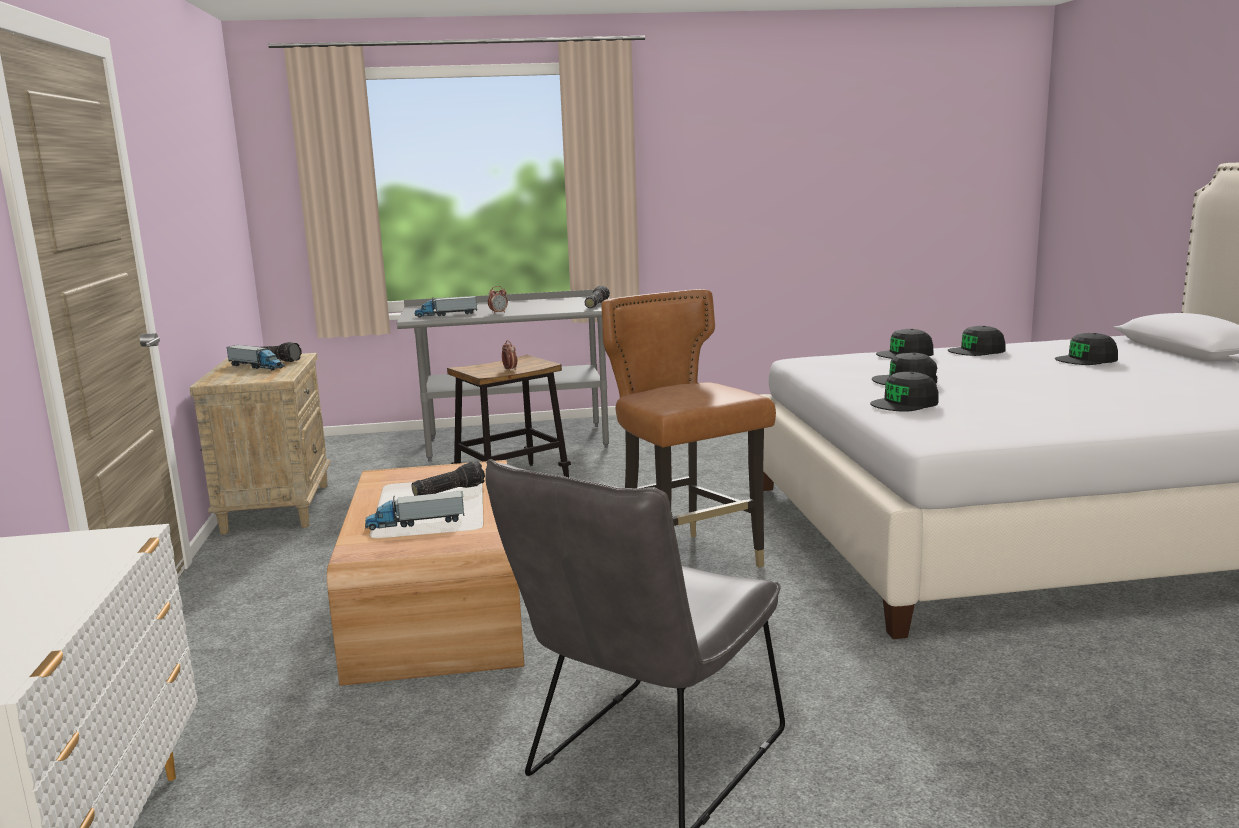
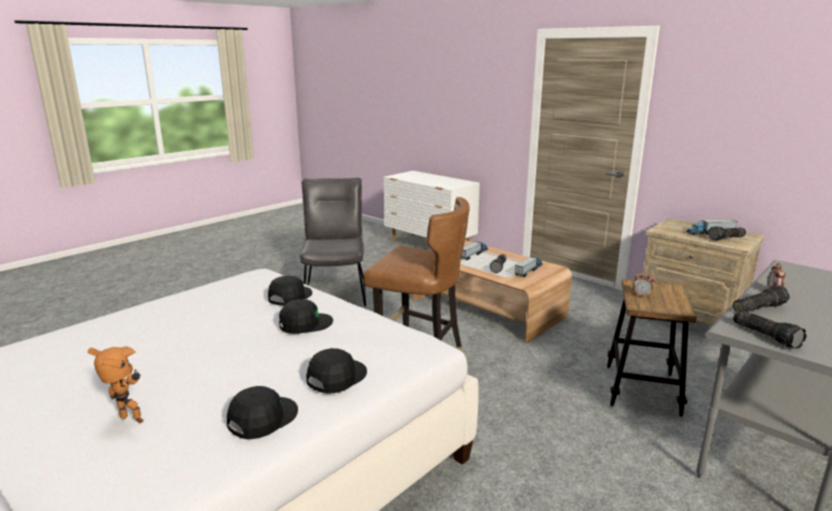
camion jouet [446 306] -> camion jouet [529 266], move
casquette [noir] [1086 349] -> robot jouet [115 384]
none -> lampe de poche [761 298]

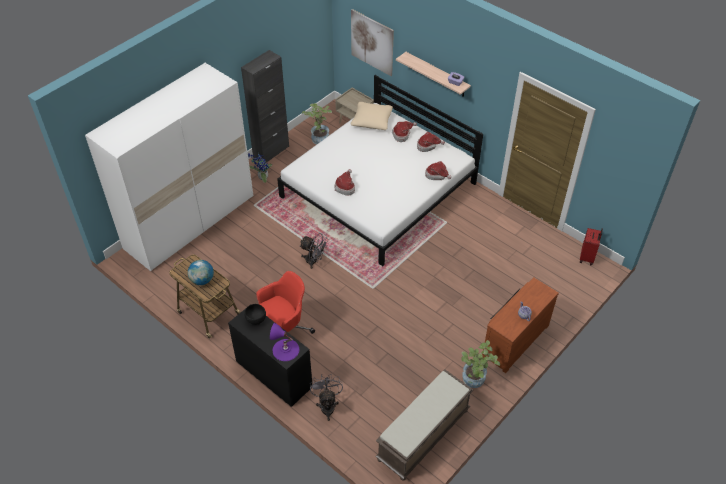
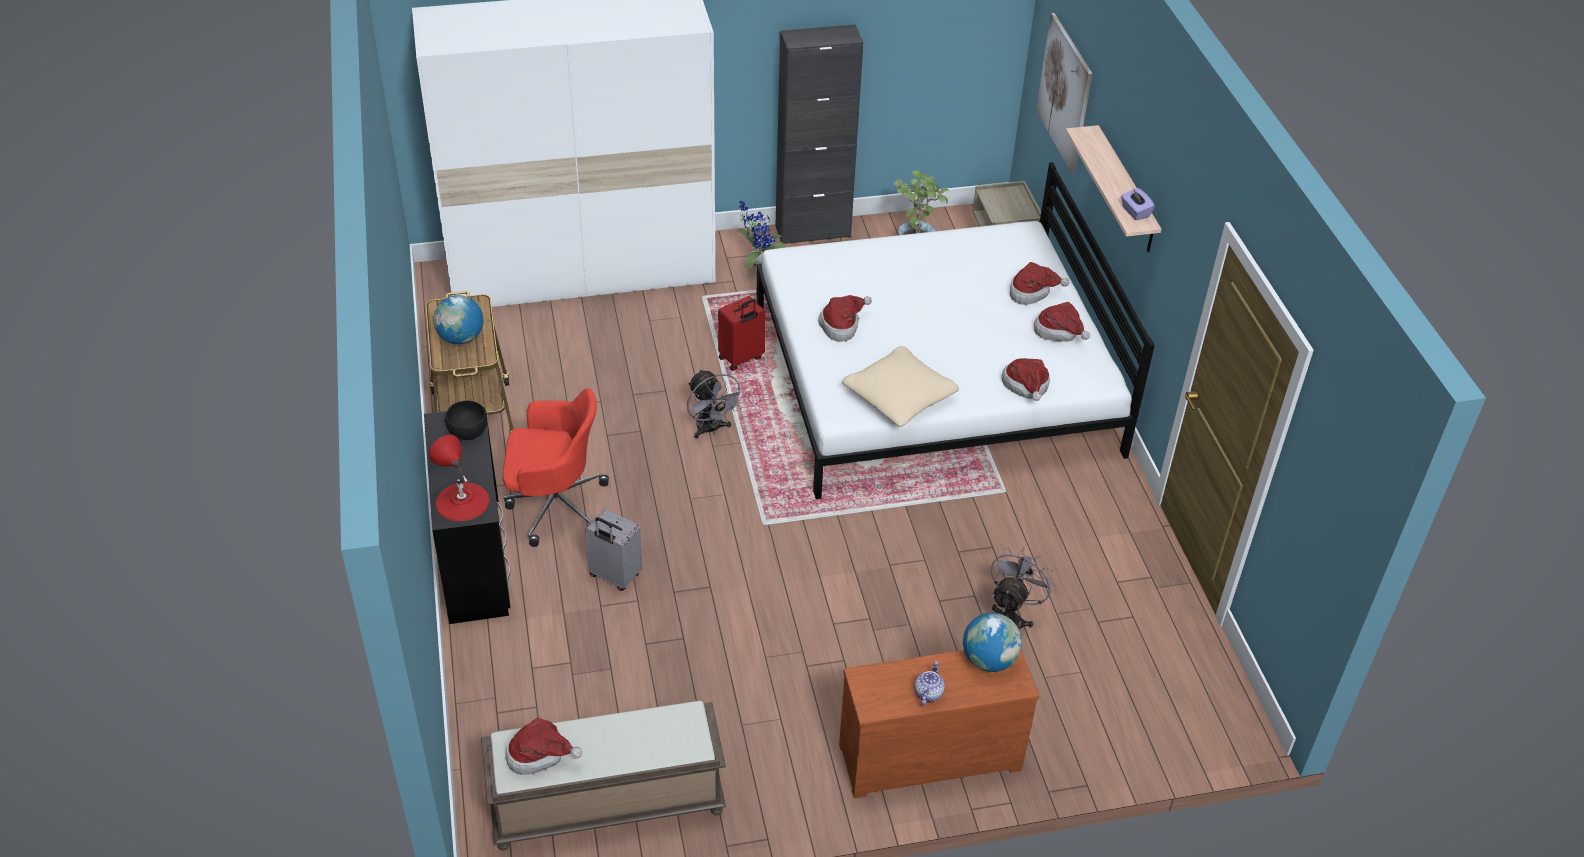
coussin [beige] [371 116] -> coussin [beige] [900 386], move
valise [rouge] [591 247] -> valise [rouge] [742 333], move
lampe de table [violet] [284 342] -> lampe de table [rouge] [459 478]
plante en pot [480 364] -> none
ventilateur [gris] [326 397] -> ventilateur [gris] [1023 588], move
none -> valise [gris] [614 550]
none -> globe [992 642]
none -> chapeau [544 746]

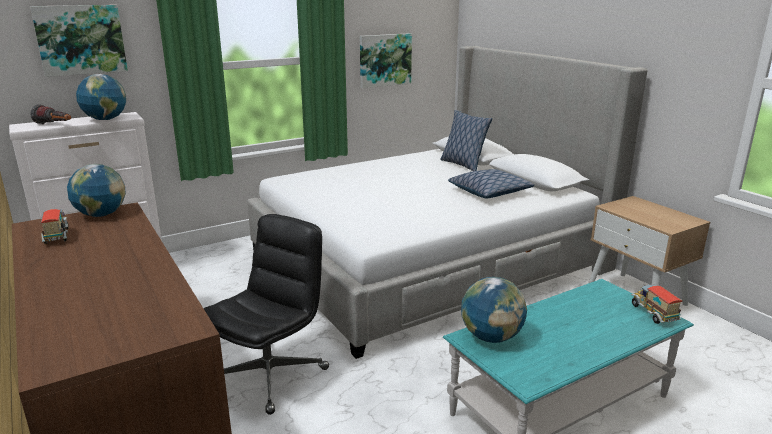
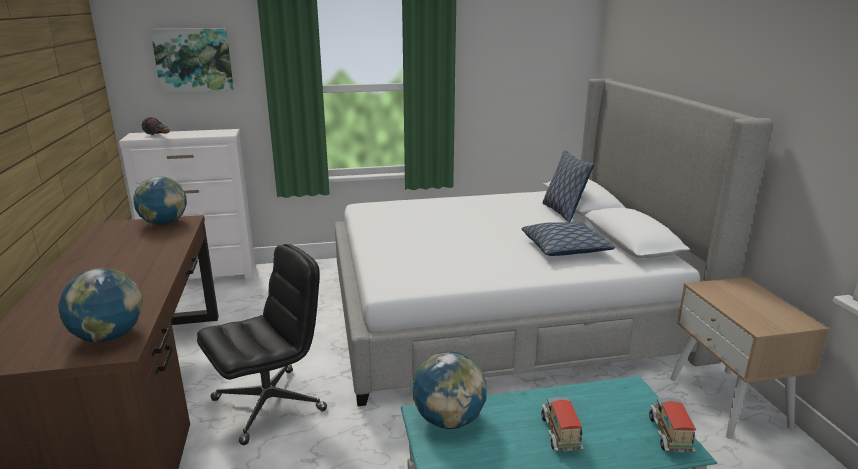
tableau [386 60] -> none
globe [101 97] -> globe [100 305], move
camion jouet [55 226] -> camion jouet [562 424], move

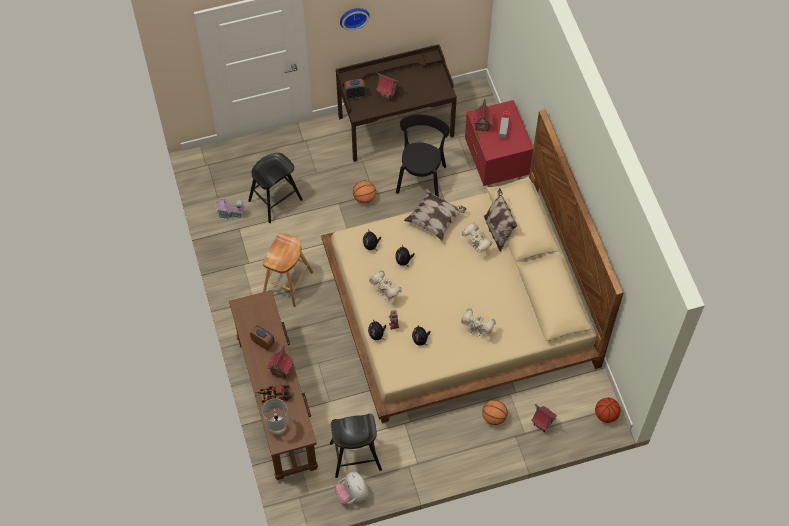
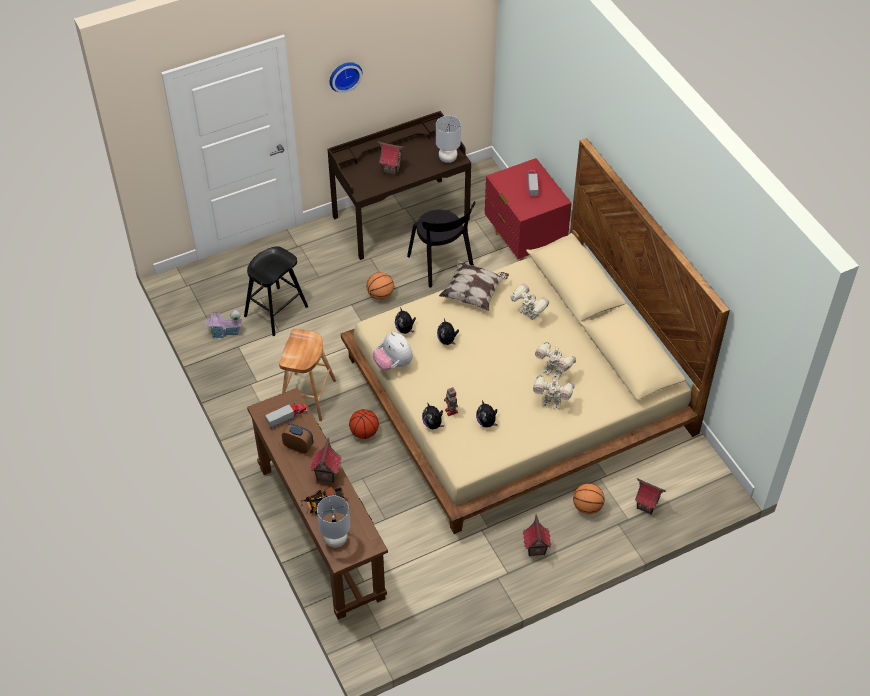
réveil [355 89] -> none
maison miniature [483 115] -> maison miniature [537 535], move
chaise [noir] [423 155] -> chaise [noir] [441 244], 150 degrees clockwise
coussin [500 220] -> none
robot jouet [385 286] -> robot jouet [555 360], move
ballon de basket [608 410] -> ballon de basket [364 424], move
tabouret [noir] [356 446] -> none
peluche [351 488] -> peluche [393 351], move
none -> lampe de table [gris] [448 139]
none -> camion jouet [286 415]

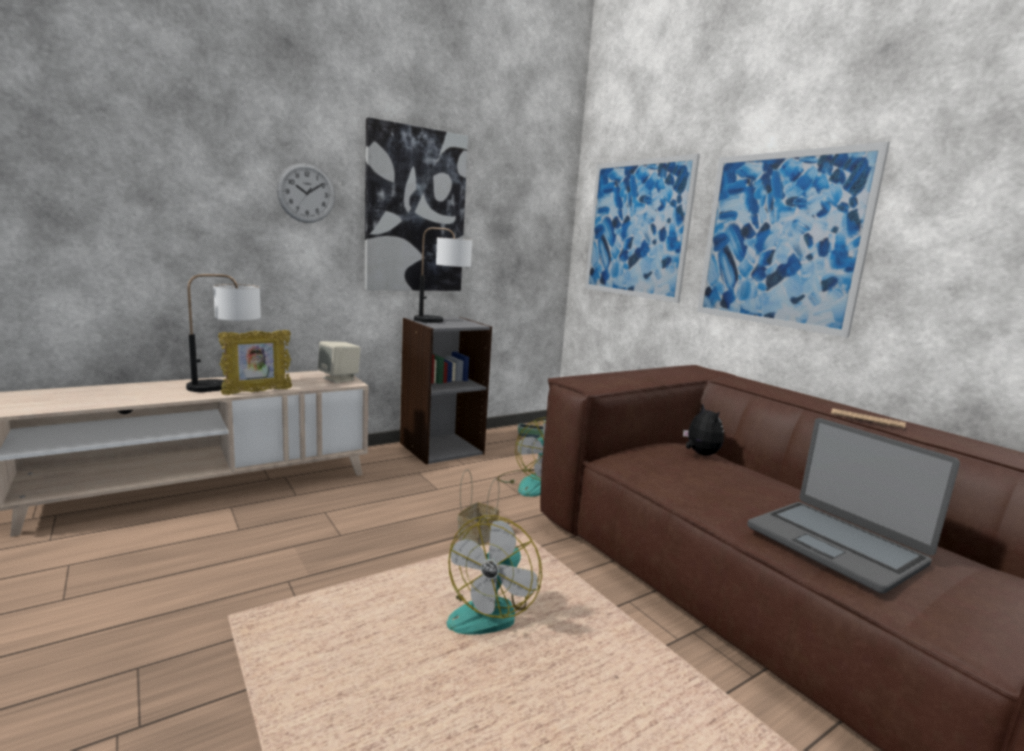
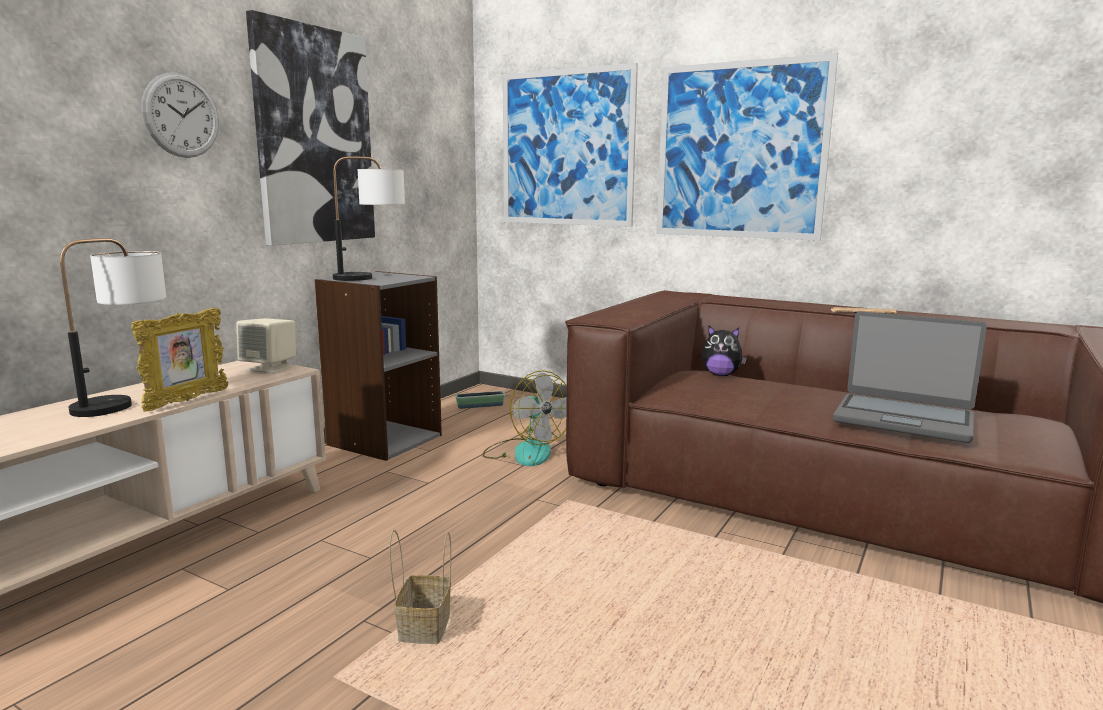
peluche [703 430] -> peluche [724 351], 150 degrees clockwise
panier [479 507] -> panier [420 587], move
ventilateur [494 575] -> none

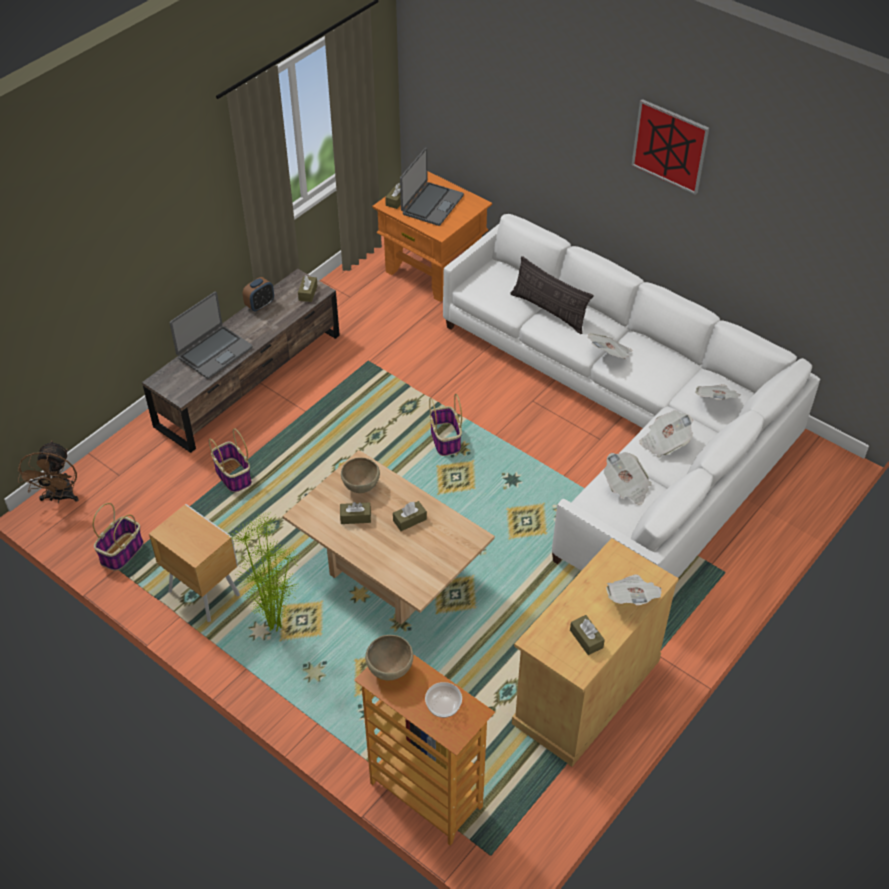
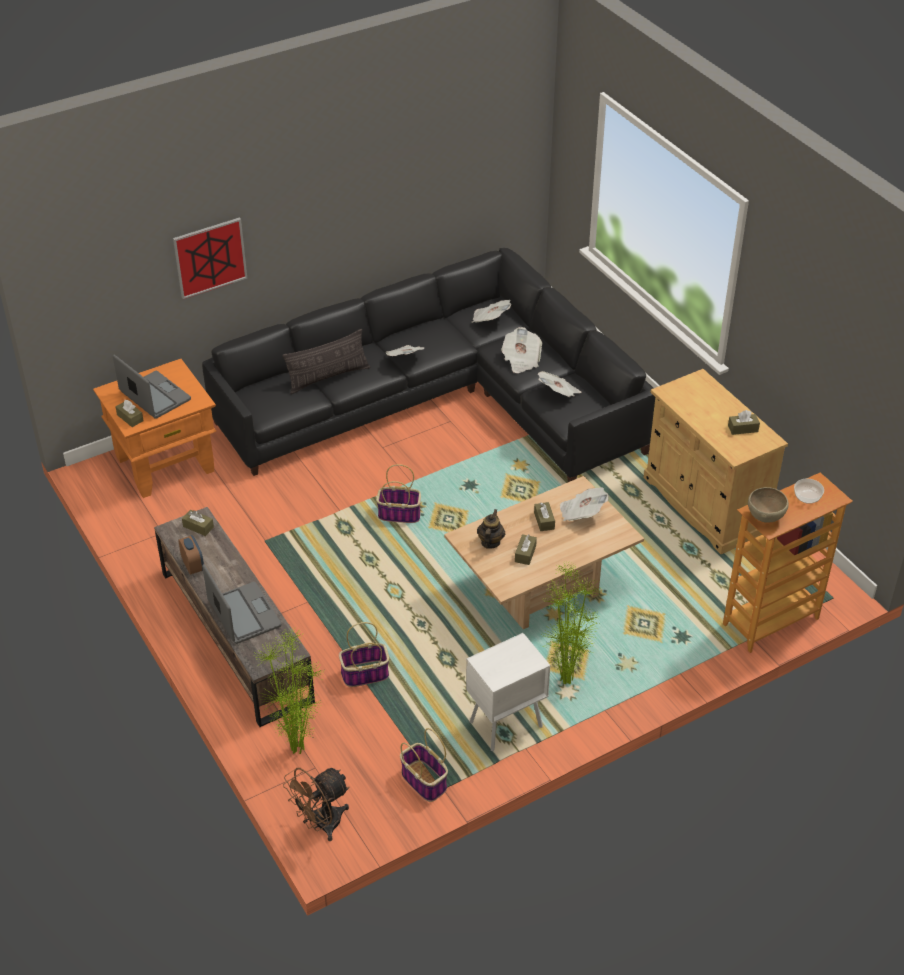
tableau [670 147] -> tableau [210 258], move
canapé [blanc] [631 396] -> canapé [noir] [428 365]
ventilateur [marron] [48 471] -> ventilateur [marron] [316 804], 120 degrees clockwise
bol [marron] [360 475] -> théière [491 529]
table de chevet [marron] [194 563] -> table de chevet [blanc] [508 692]
journal [634 589] -> journal [584 504], move
none -> plante en pot [288 690]

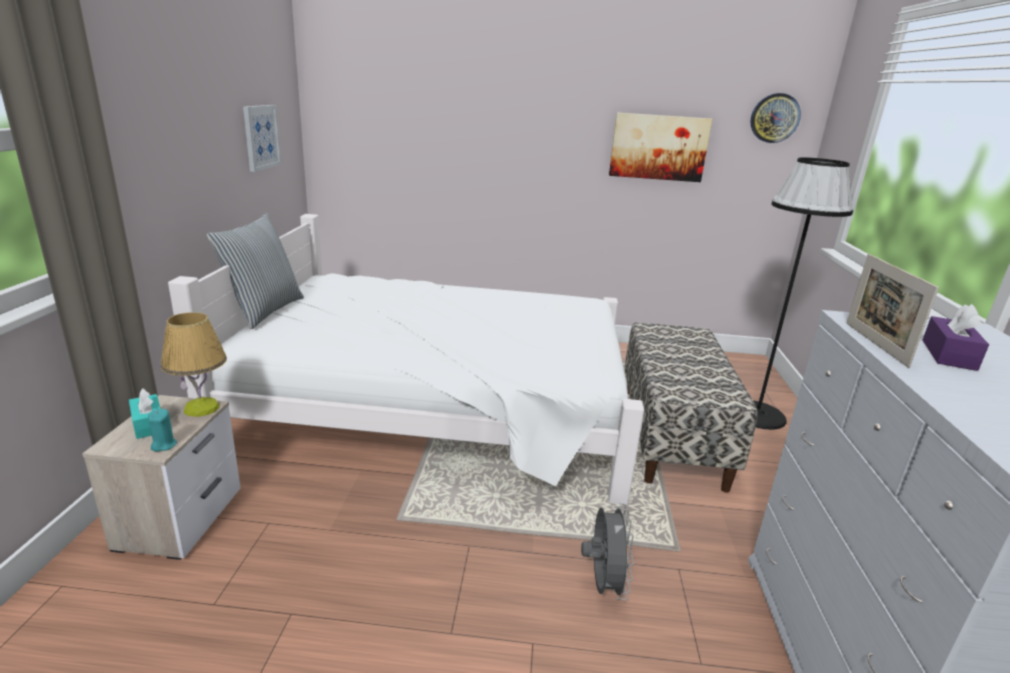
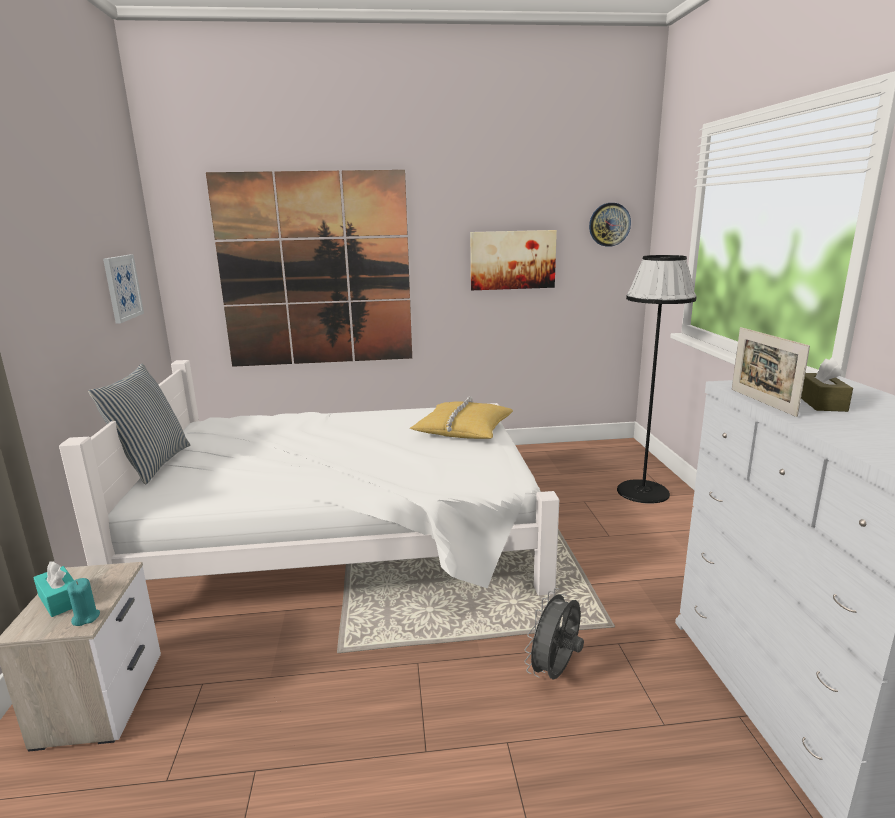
boîte à mouchoirs [violet] [956 337] -> boîte à mouchoirs [marron] [827 384]
lampe de table [194 364] -> none
banc [691 408] -> none
ventilateur [gris] [607 551] -> ventilateur [gris] [554 634], 135 degrees counterclockwise
none -> tableau [309 268]
none -> coussin [jaune] [461 417]

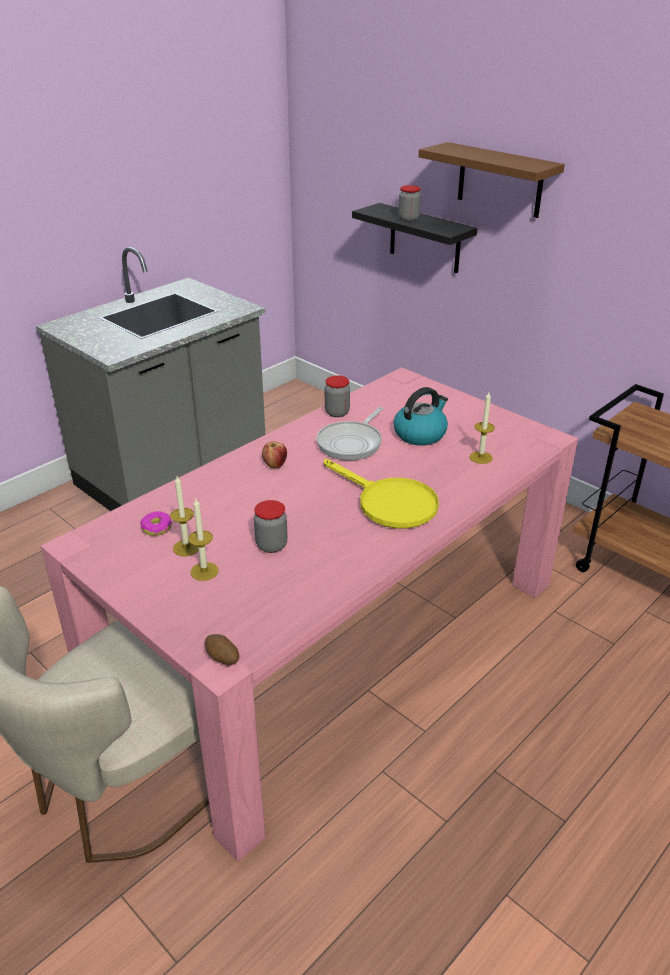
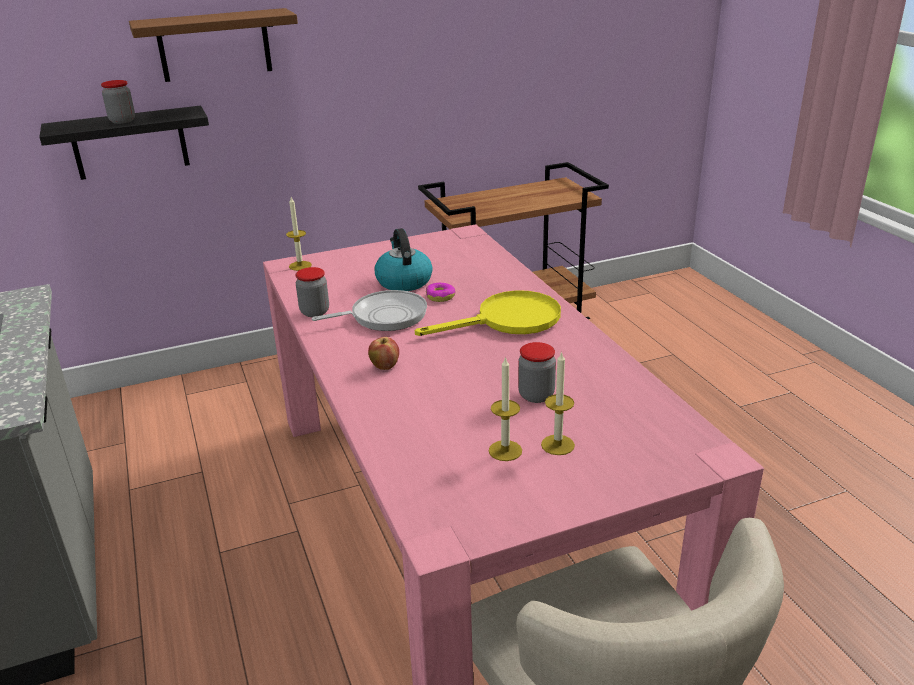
bougie [482 428] -> bougie [299 234], move
poêle [350 434] -> poêle [369 310], 75 degrees counterclockwise
beignet [156 523] -> beignet [440 292], move
pomme de terre [222 650] -> none

